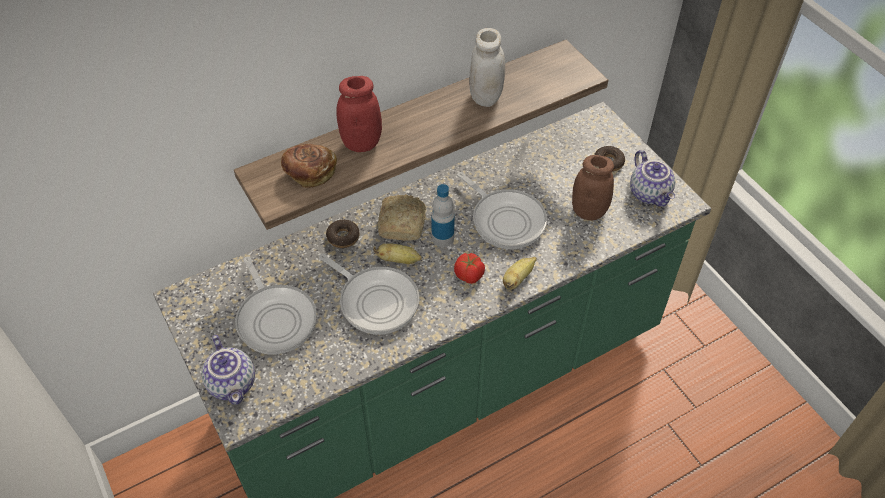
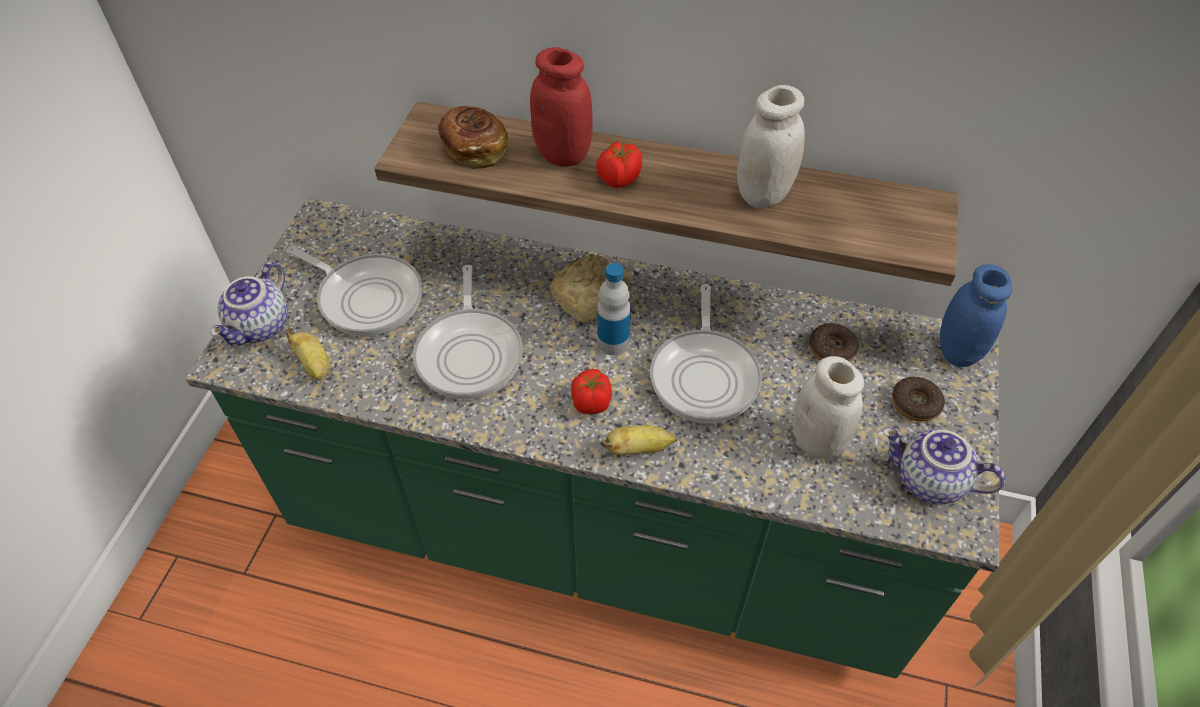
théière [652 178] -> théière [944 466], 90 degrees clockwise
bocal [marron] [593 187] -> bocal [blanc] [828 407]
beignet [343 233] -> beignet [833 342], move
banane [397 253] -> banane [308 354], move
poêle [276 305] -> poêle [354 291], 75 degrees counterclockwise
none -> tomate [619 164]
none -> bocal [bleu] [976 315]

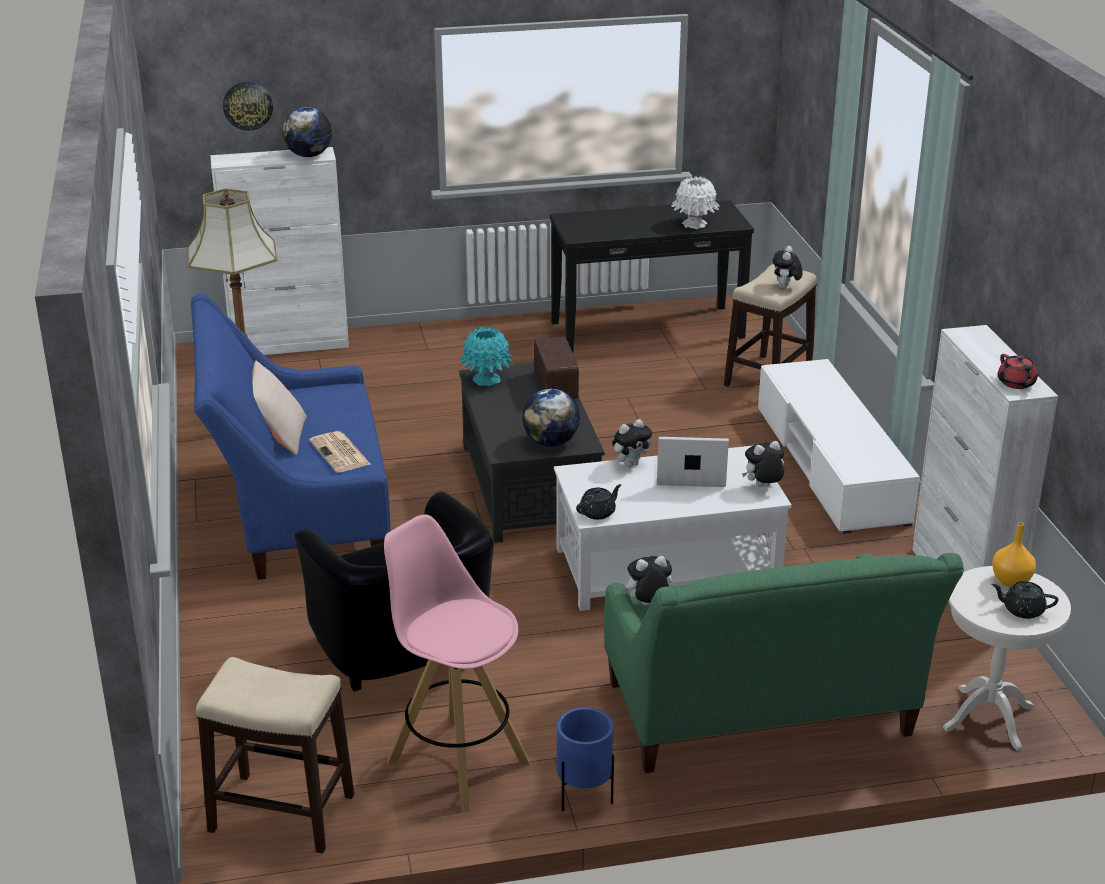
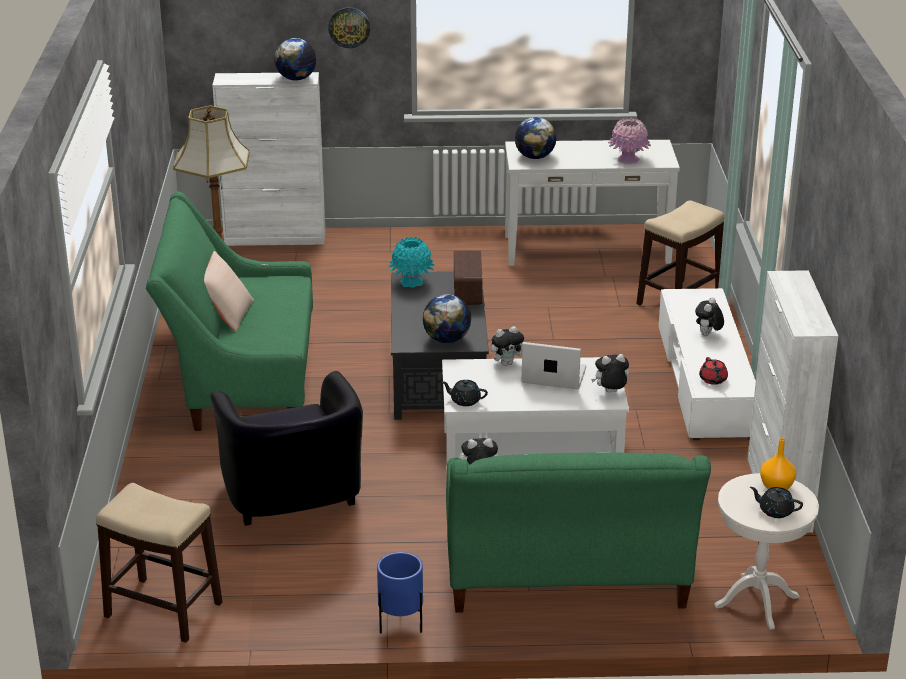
horloge murale [248 106] -> horloge murale [349 27], move
vase [blanc] [695 202] -> vase [rose] [629 140]
table console [noir] [652 276] -> table console [blanc] [592 203]
peluche [788 267] -> peluche [709 316], move
canapé [bleu] [291 436] -> canapé [vert] [229 311]
théière [rouge] [1019 371] -> théière [rouge] [713 371], move
journal [339 452] -> none
théière [noir] [598 502] -> théière [noir] [464 393], 135 degrees counterclockwise
tabouret [rose] [457 663] -> none
none -> globe [536 138]

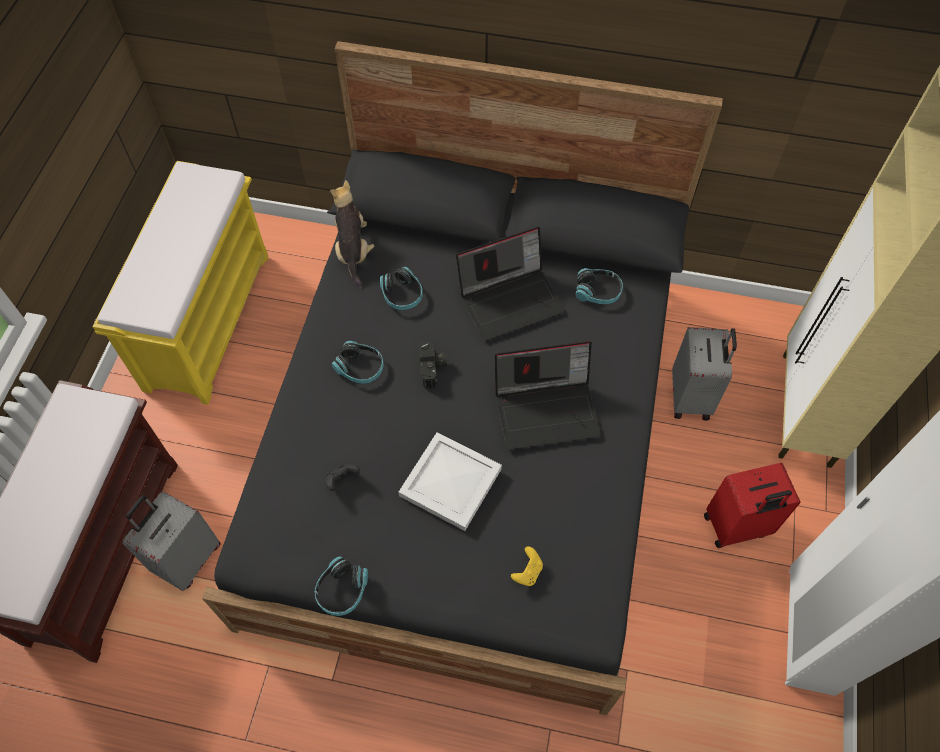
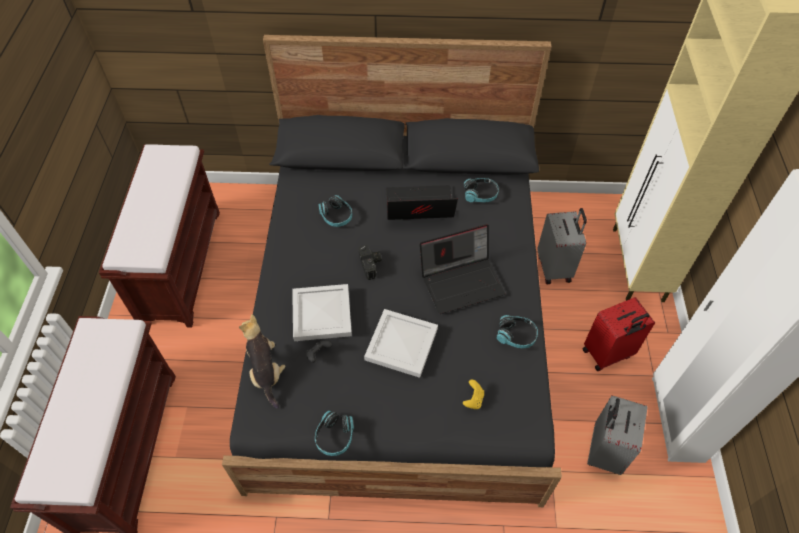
banc [jaune] [180 283] -> banc [marron] [159 236]
peluche [352 234] -> peluche [262 361], move
ordinateur portable [510 284] -> ordinateur portable [422 202], 150 degrees counterclockwise
casque audio [358 362] -> casque audio [517 331], move
valise [gris] [172 541] -> valise [gris] [617 435], move
none -> plateau [blanc] [322 312]

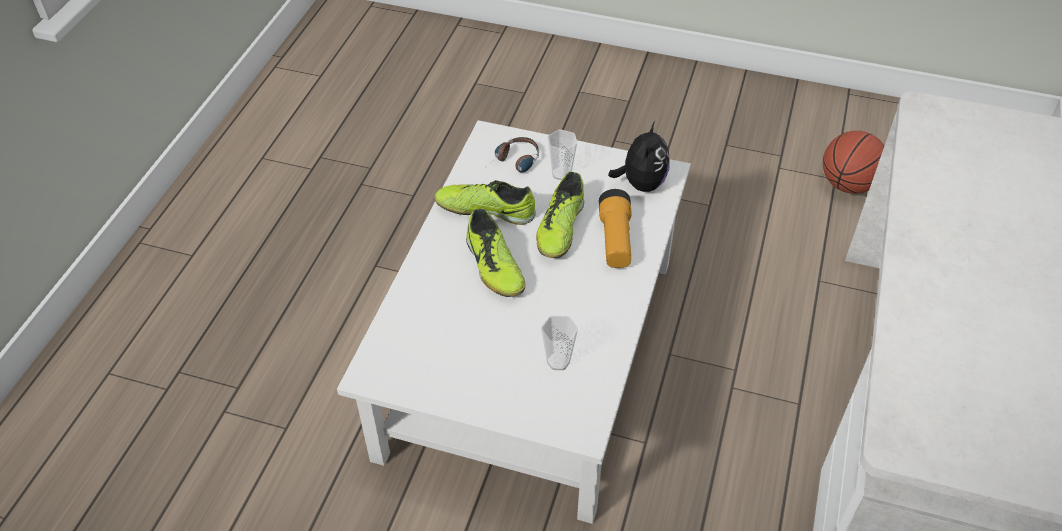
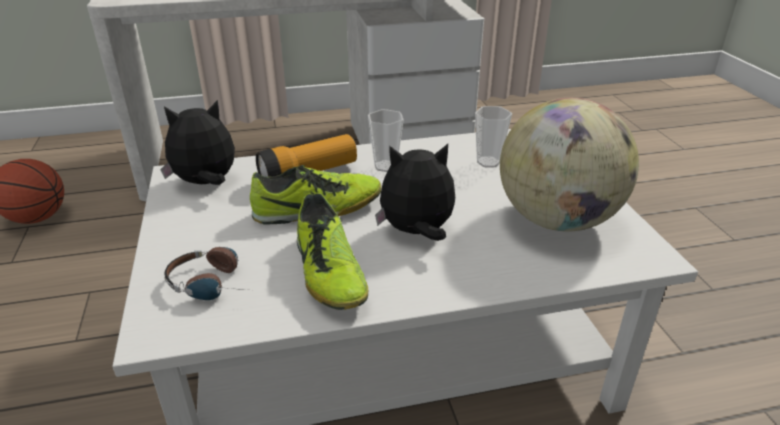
tasse [562 154] -> tasse [386 140], move
chaussure [495 252] -> peluche [415 192]
none -> globe [569 165]

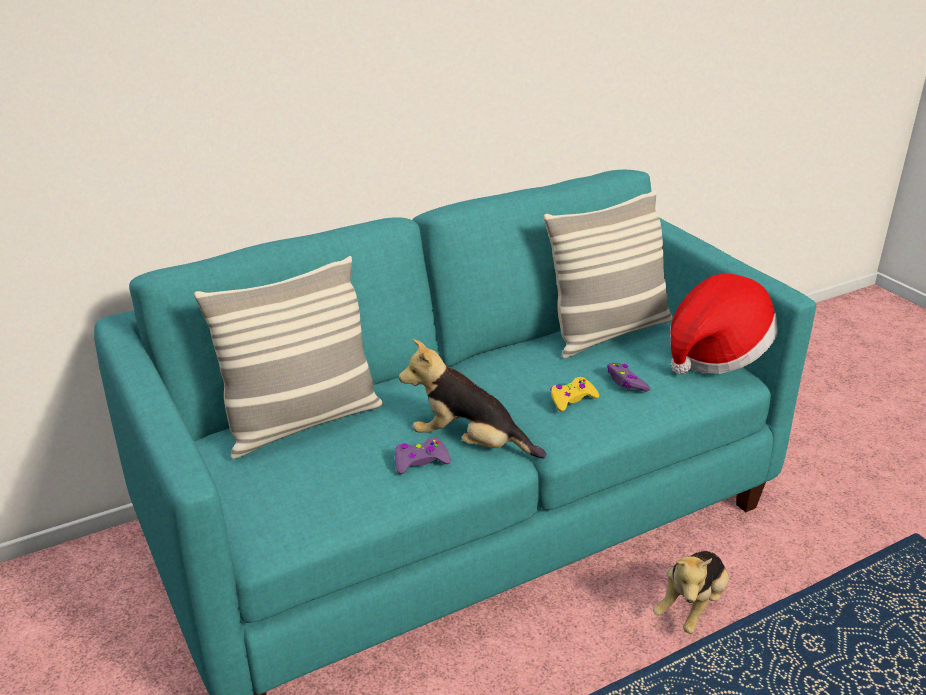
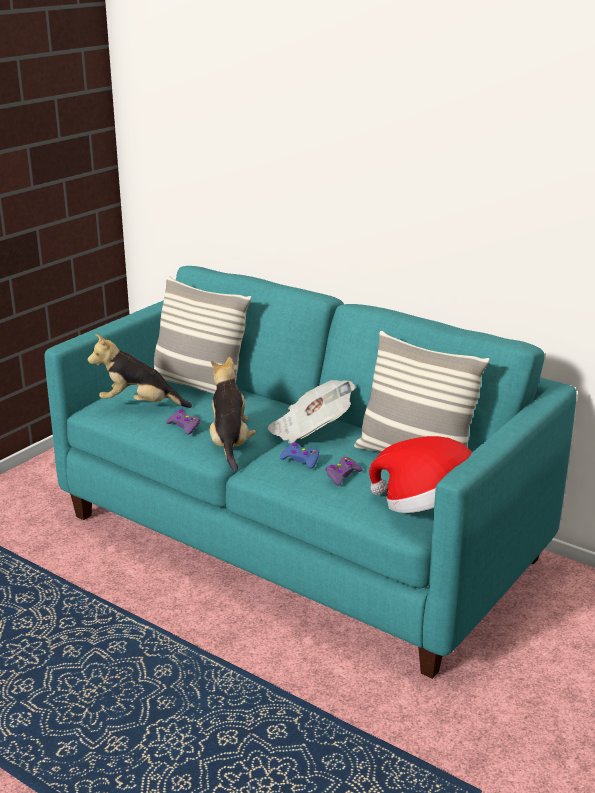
manette [jaune] [574 394] -> manette [bleu] [299 456]
peluche [691 592] -> peluche [139 371], move
none -> journal [312 411]

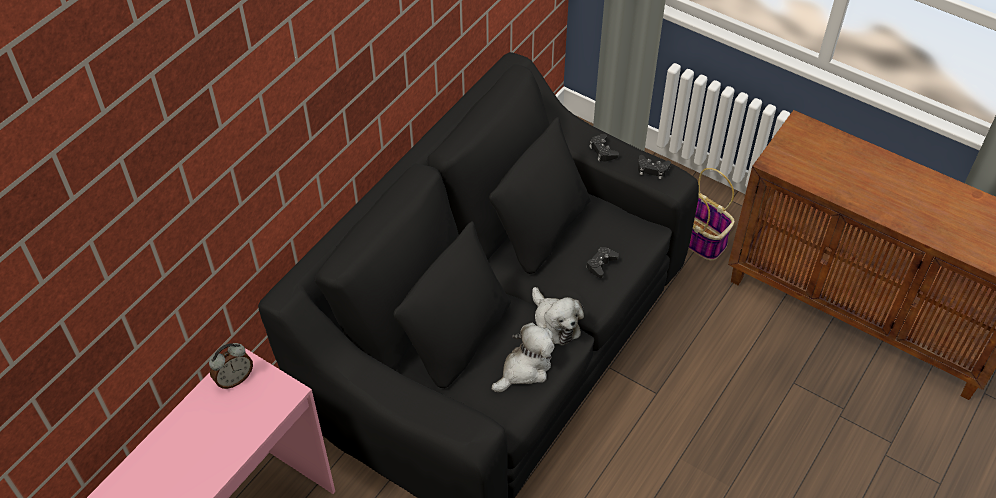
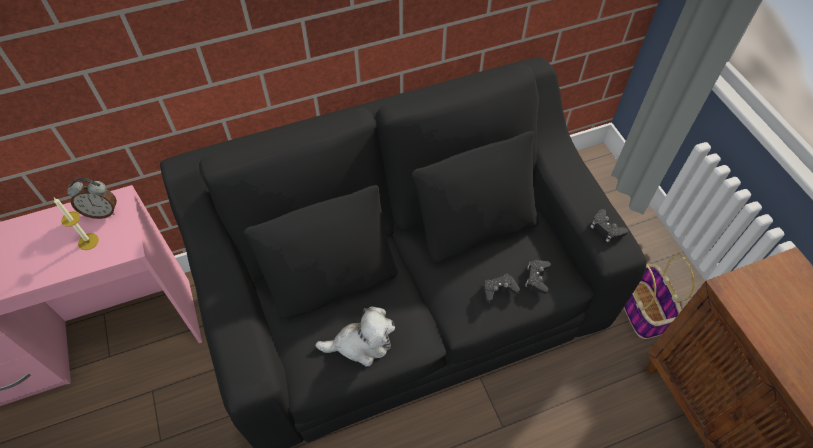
manette [noir] [604 148] -> manette [noir] [538 277], move
peluche [558 316] -> none
none -> bougie [76 224]

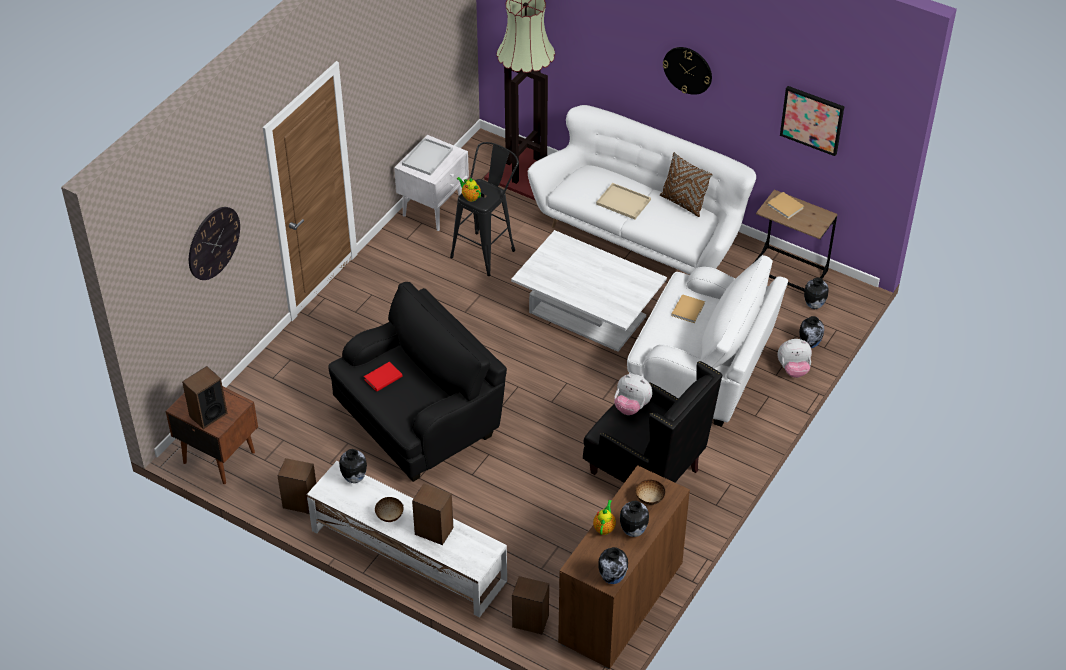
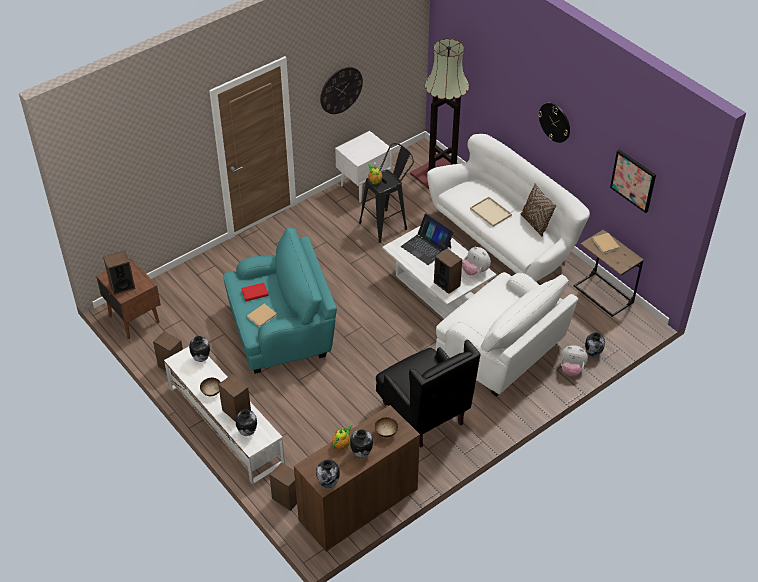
plateau [blanc] [427 157] -> none
horloge murale [214 243] -> horloge murale [341 90], move
vase [816 293] -> vase [246 422], move
fauteuil [noir] [417 382] -> fauteuil [turquoise] [280 301]
livre [beige] [688 308] -> livre [beige] [262 316], move
peluche [633 394] -> peluche [476 260], move
none -> ordinateur portable [427 239]
none -> enceinte [448 271]

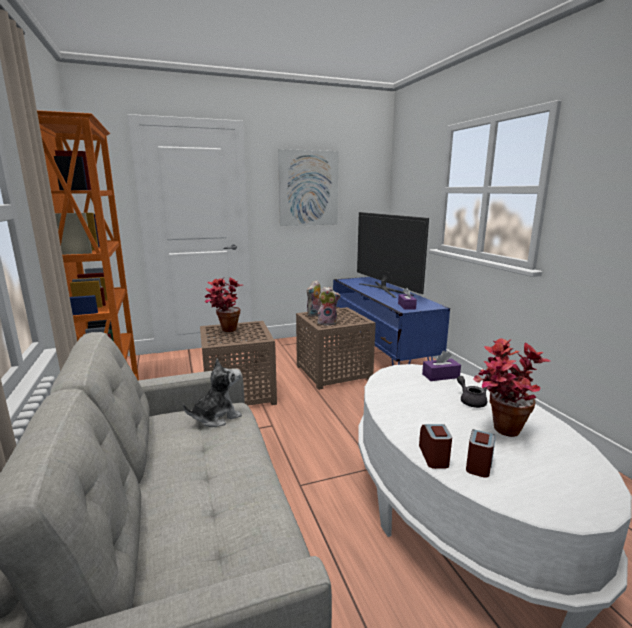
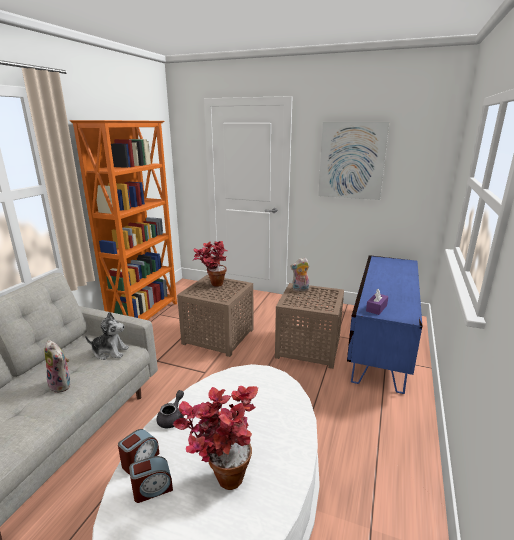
téléviseur [393 255] -> none
peluche [329 306] -> peluche [57 366], move
boîte à mouchoirs [violet] [441 366] -> none
théière [gris] [472 392] -> théière [gris] [170 409], move

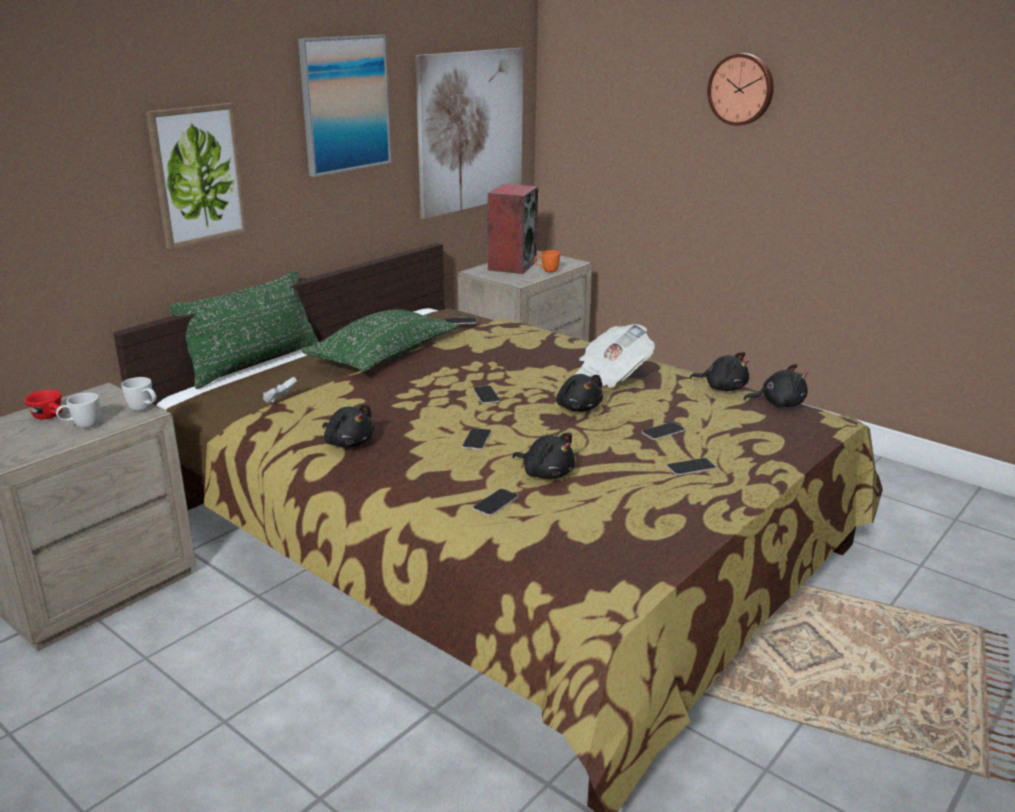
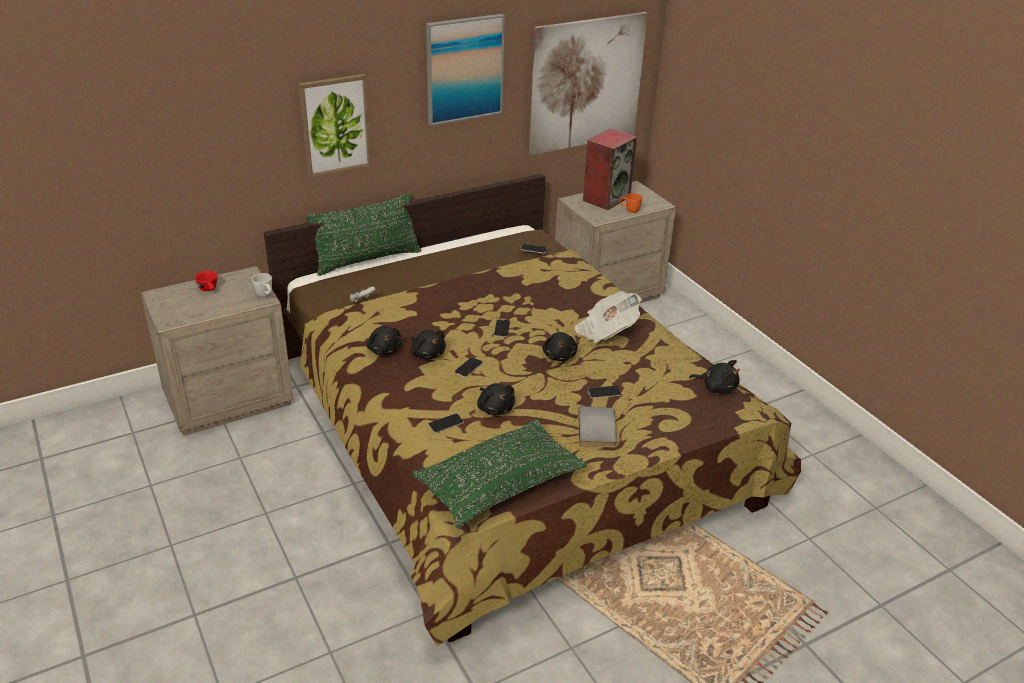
horloge murale [740 89] -> none
coussin [vert] [380 340] -> coussin [vert] [500 473], move
peluche [noir] [719 371] -> peluche [noir] [428 345], move
mug [blanc] [78 410] -> none
téléphone [691 466] -> livre [gris] [597 427]

